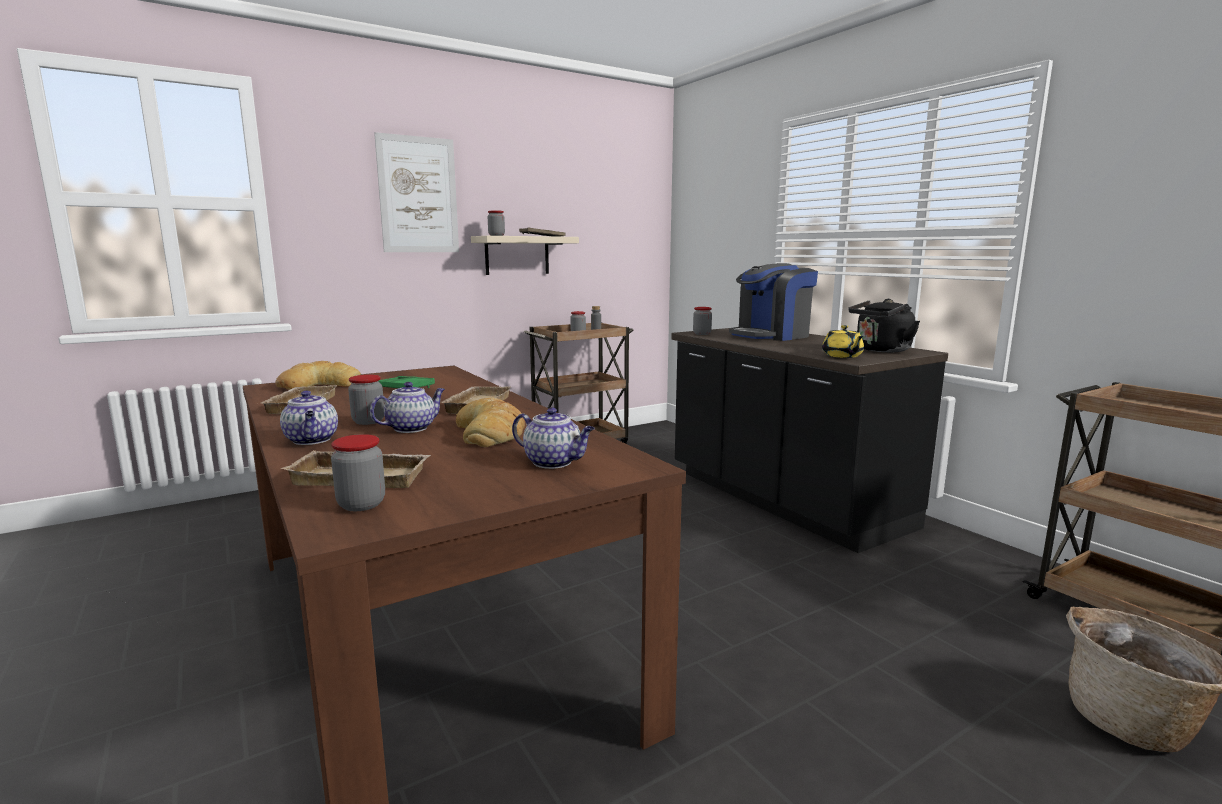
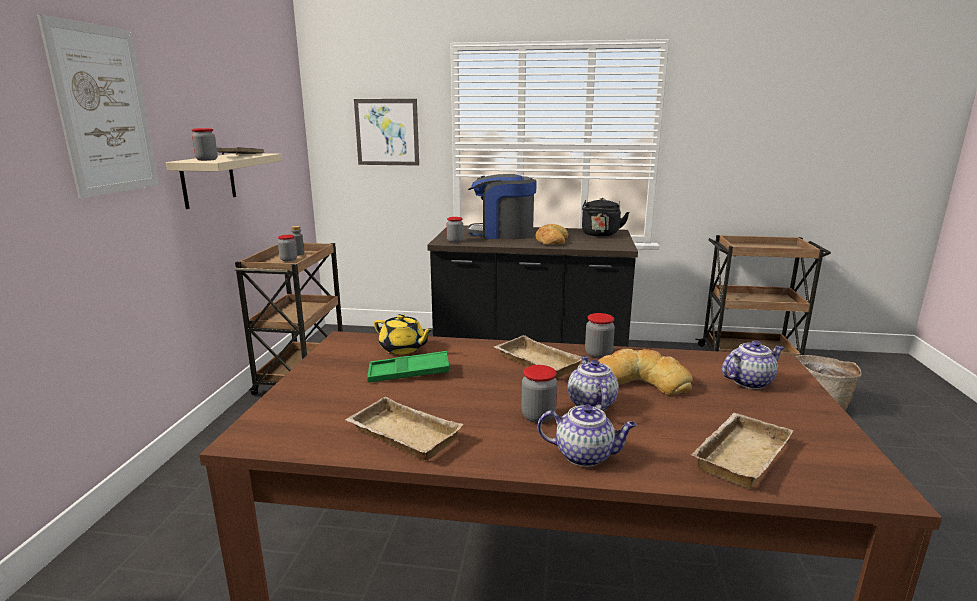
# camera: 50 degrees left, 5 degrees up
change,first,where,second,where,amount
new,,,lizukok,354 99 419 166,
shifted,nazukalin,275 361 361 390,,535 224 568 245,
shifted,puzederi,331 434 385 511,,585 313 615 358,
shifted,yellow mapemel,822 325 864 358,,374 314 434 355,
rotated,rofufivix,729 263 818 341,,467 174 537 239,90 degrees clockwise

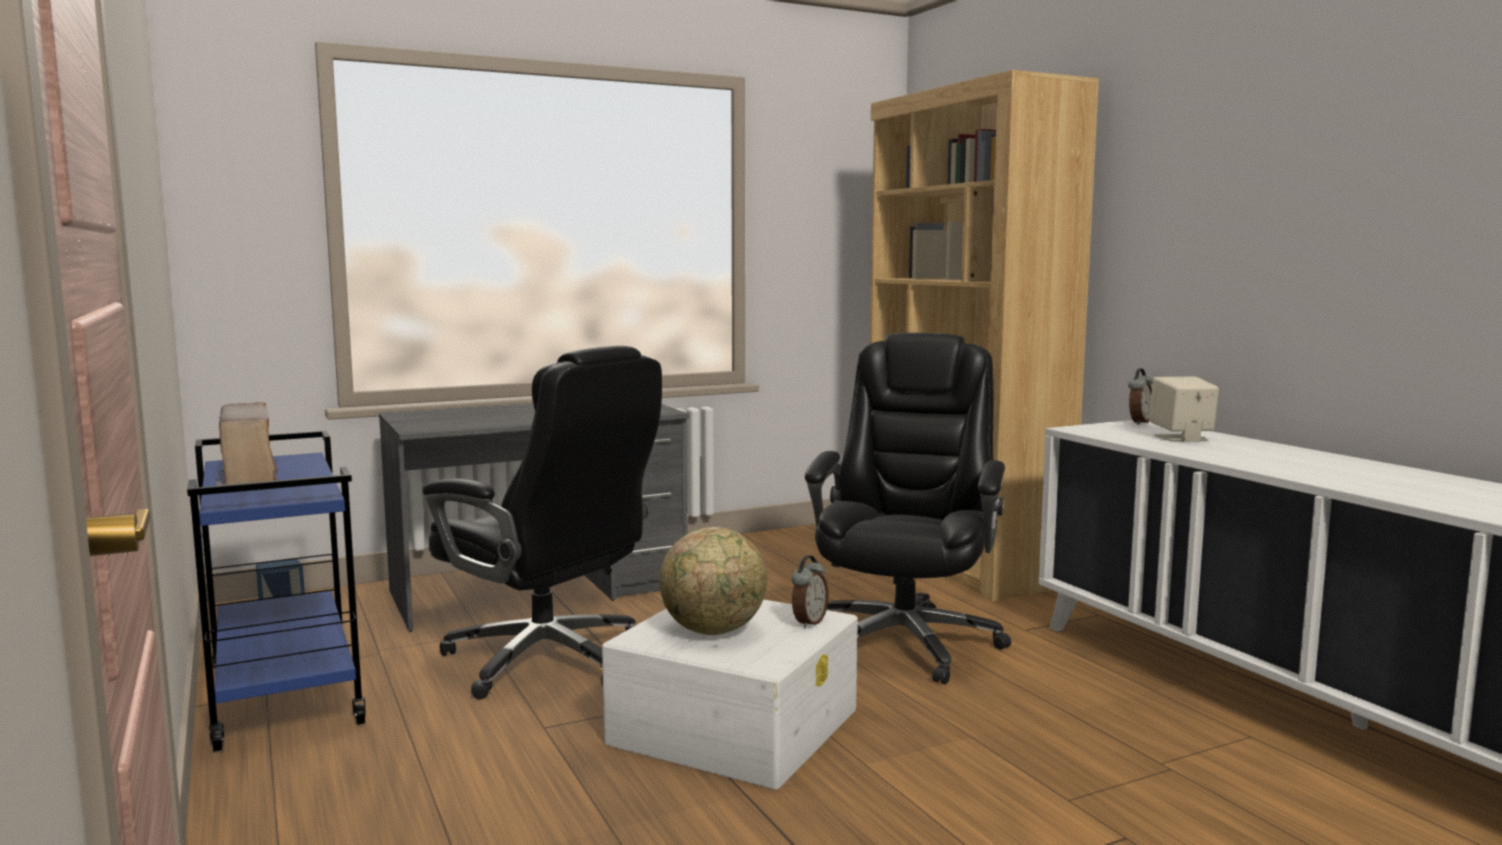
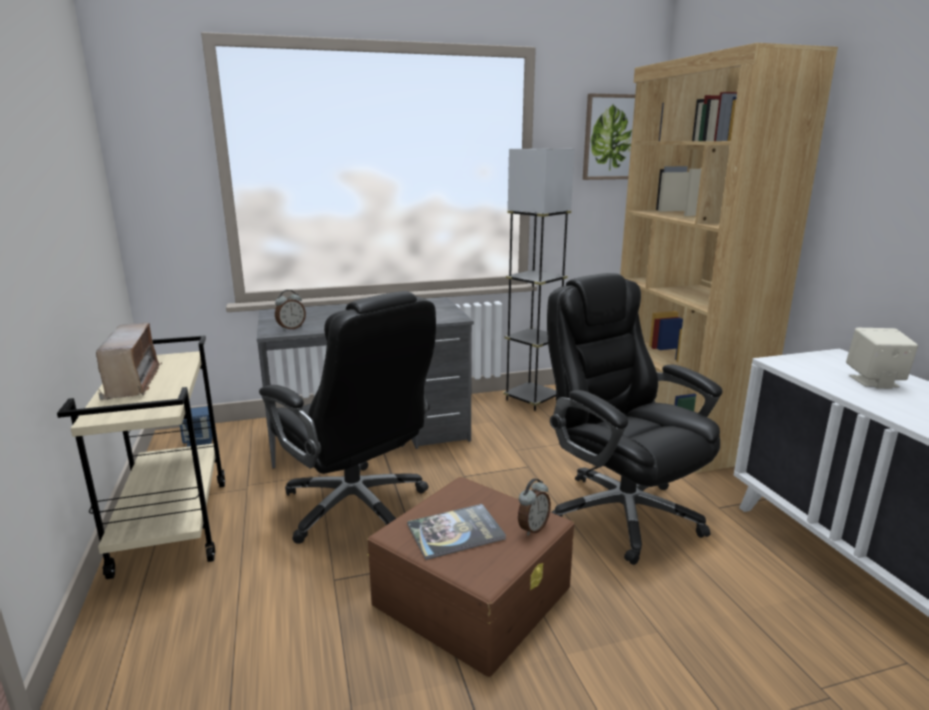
# camera: 10 degrees right, 10 degrees up
change,first,where,second,where,amount
new,,,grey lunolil,503 149 574 411,
new,,,lizukok,583 93 635 180,
shifted,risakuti,1128 368 1153 425,,275 290 306 331,
swapped,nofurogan,660 527 767 635,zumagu,407 504 506 560,
repainted,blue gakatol,187 431 366 752,beige gakatol,57 335 225 579,
repainted,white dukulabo,600 599 858 789,brown dukulabo,367 476 574 677,
rotated,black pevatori,805 333 1011 684,,547 273 723 565,60 degrees counterclockwise

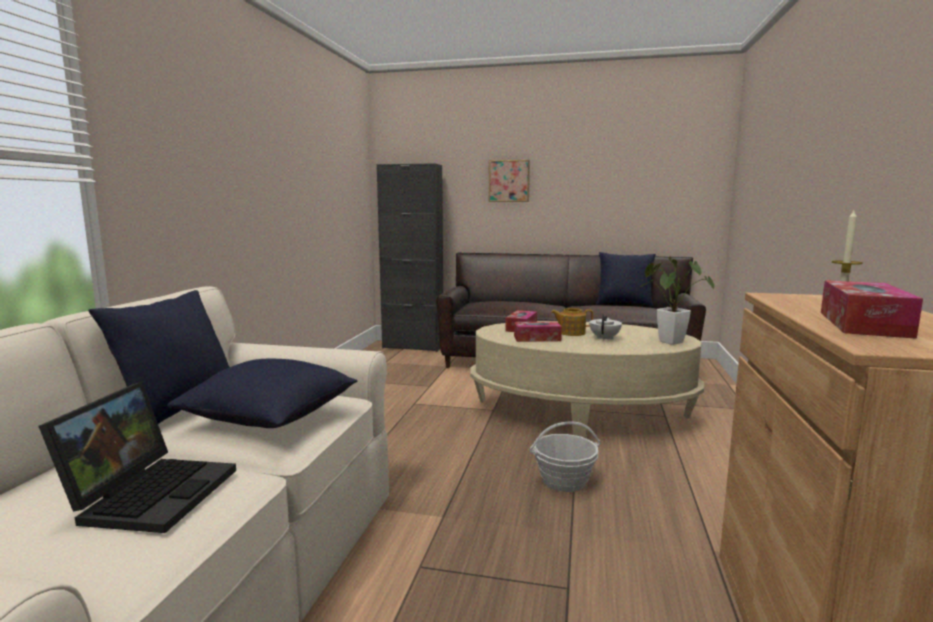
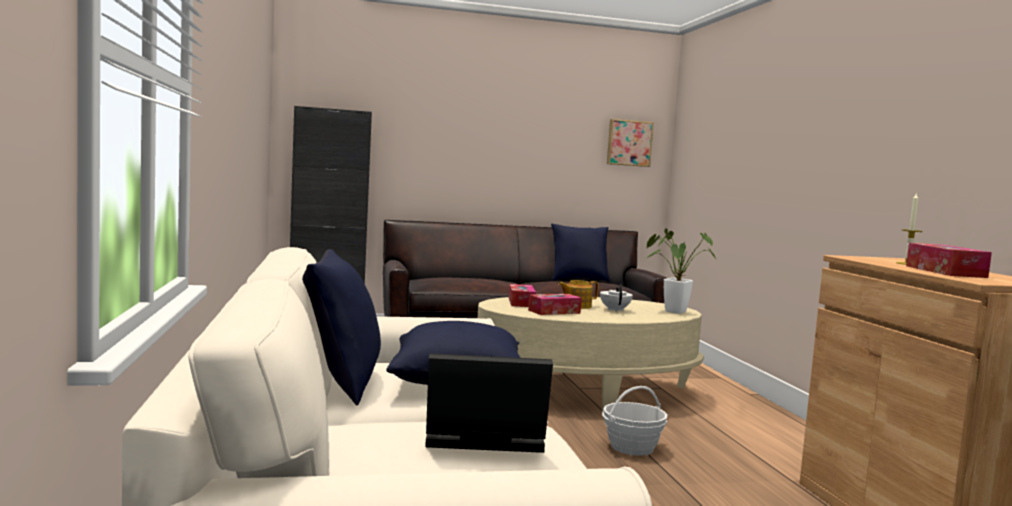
# camera: 25 degrees left, 5 degrees down
change,first,where,second,where,amount
shifted,lizukok,489 160 530 202,,607 119 654 167,
rotated,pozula,39 382 236 533,,425 353 553 453,75 degrees counterclockwise

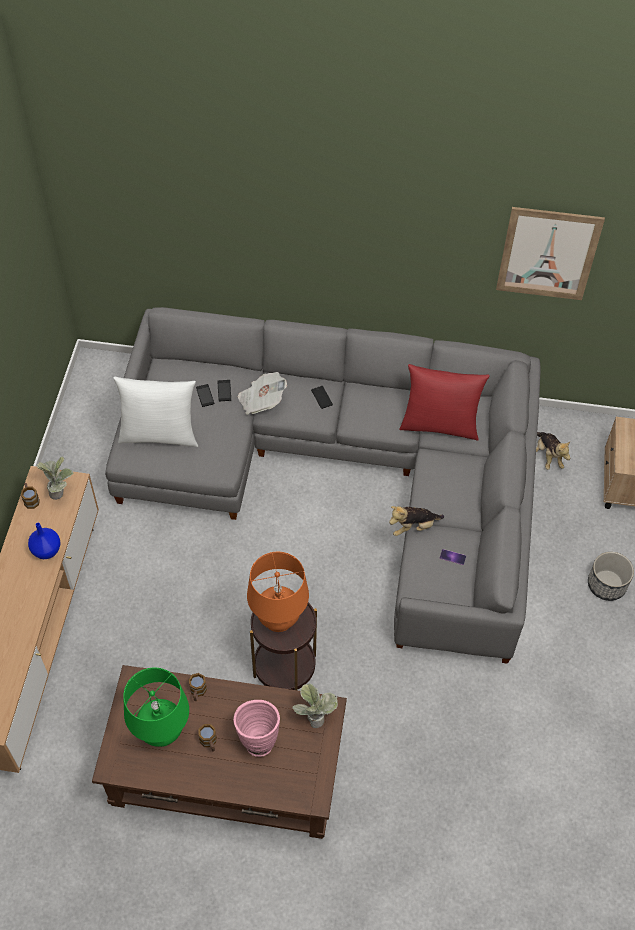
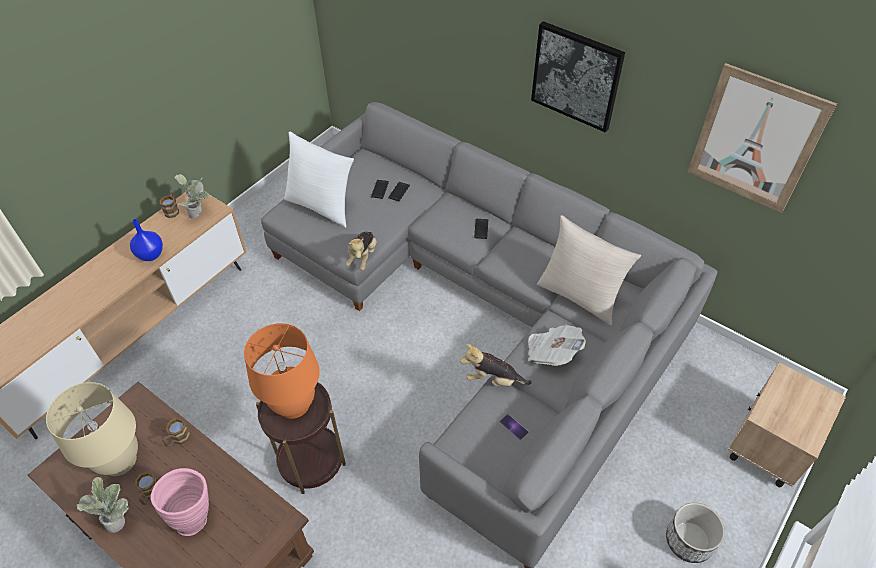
# camera: 30 degrees right, 5 degrees down
change,first,where,second,where,amount
new,,,lizukok,531 21 625 133,
shifted,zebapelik,238 372 287 415,,528 325 586 366,
shifted,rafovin,293 684 338 728,,75 477 129 533,
shifted,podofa,536 432 570 470,,346 232 377 270,
repainted,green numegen,123 668 189 747,beige numegen,46 382 138 476,
repainted,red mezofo,399 364 490 441,beige mezofo,537 215 641 326,

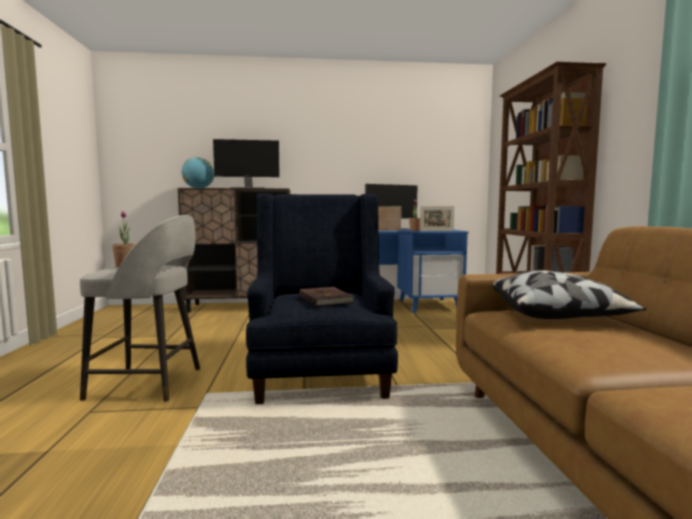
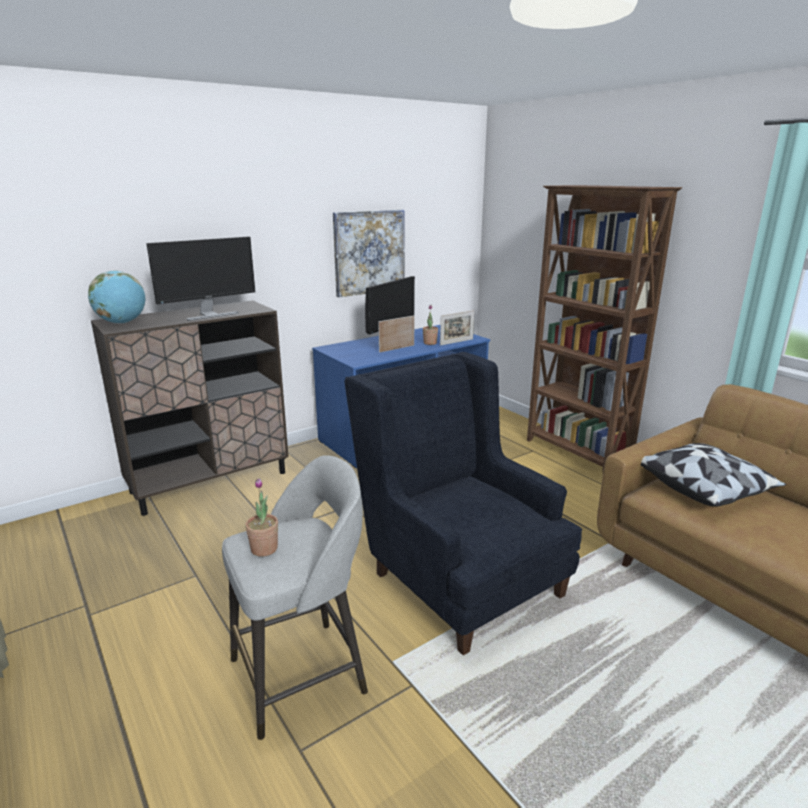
# camera: 30 degrees left, 15 degrees up
change,first,where,second,where,amount
gone,brown zumagu,300 287 354 306,,,
new,,,lizukok,333 210 404 297,

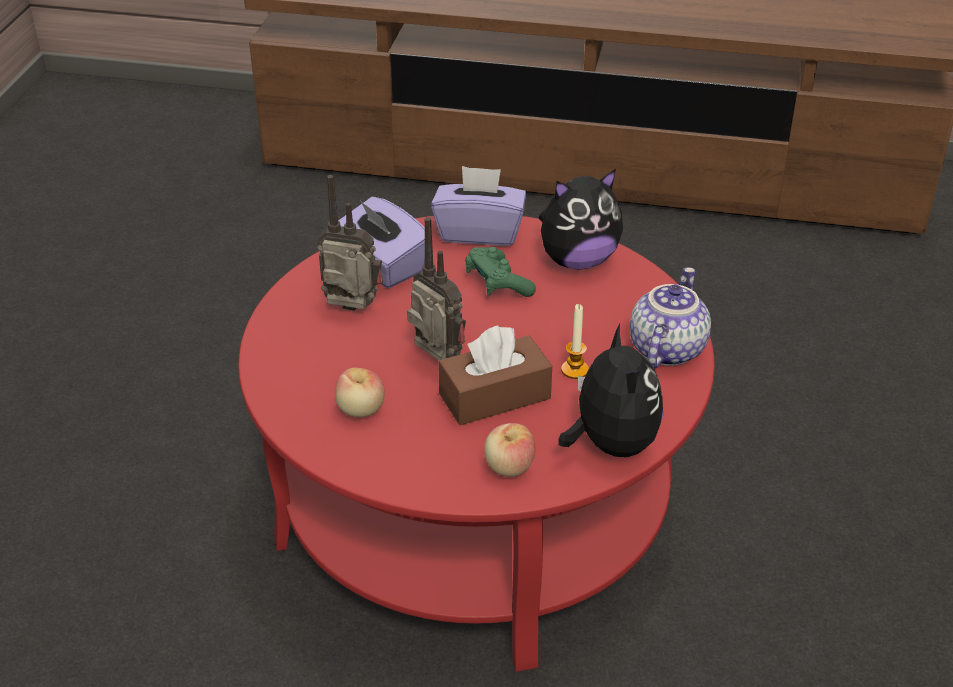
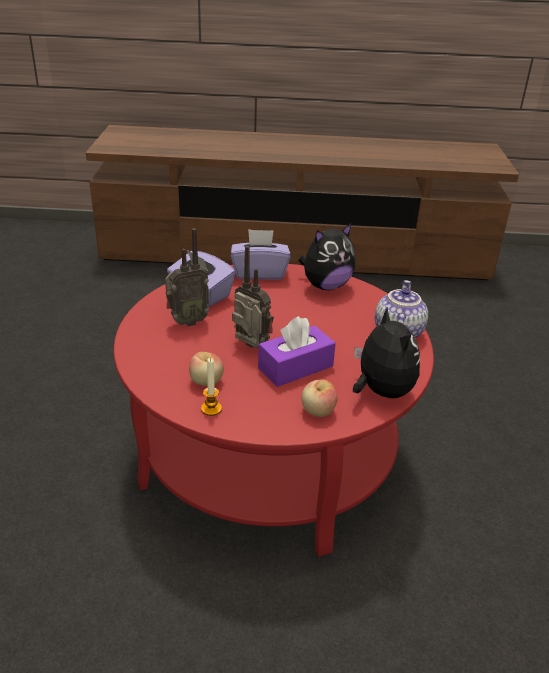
# camera: 10 degrees left, 5 degrees down
change,first,where,second,where,amount
gone,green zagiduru,465 247 536 297,,,
shifted,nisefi,561 304 589 379,,201 358 222 416,
repainted,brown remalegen,438 325 552 425,purple remalegen,258 316 336 387,
rotated,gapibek,317 175 383 311,,165 228 210 326,150 degrees clockwise

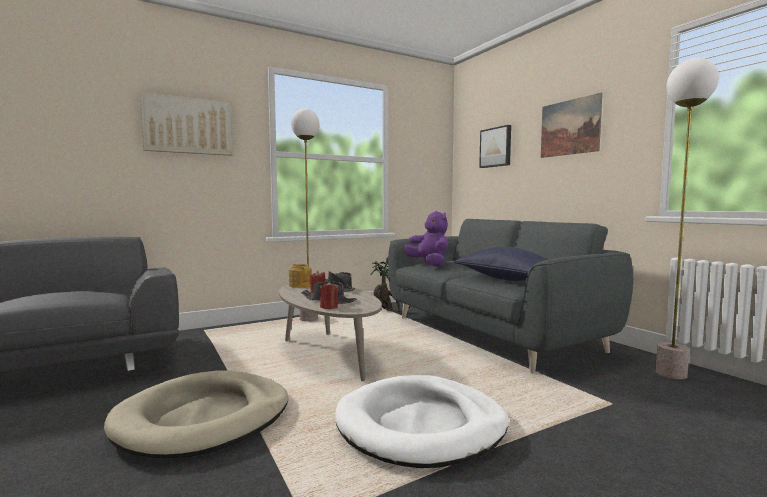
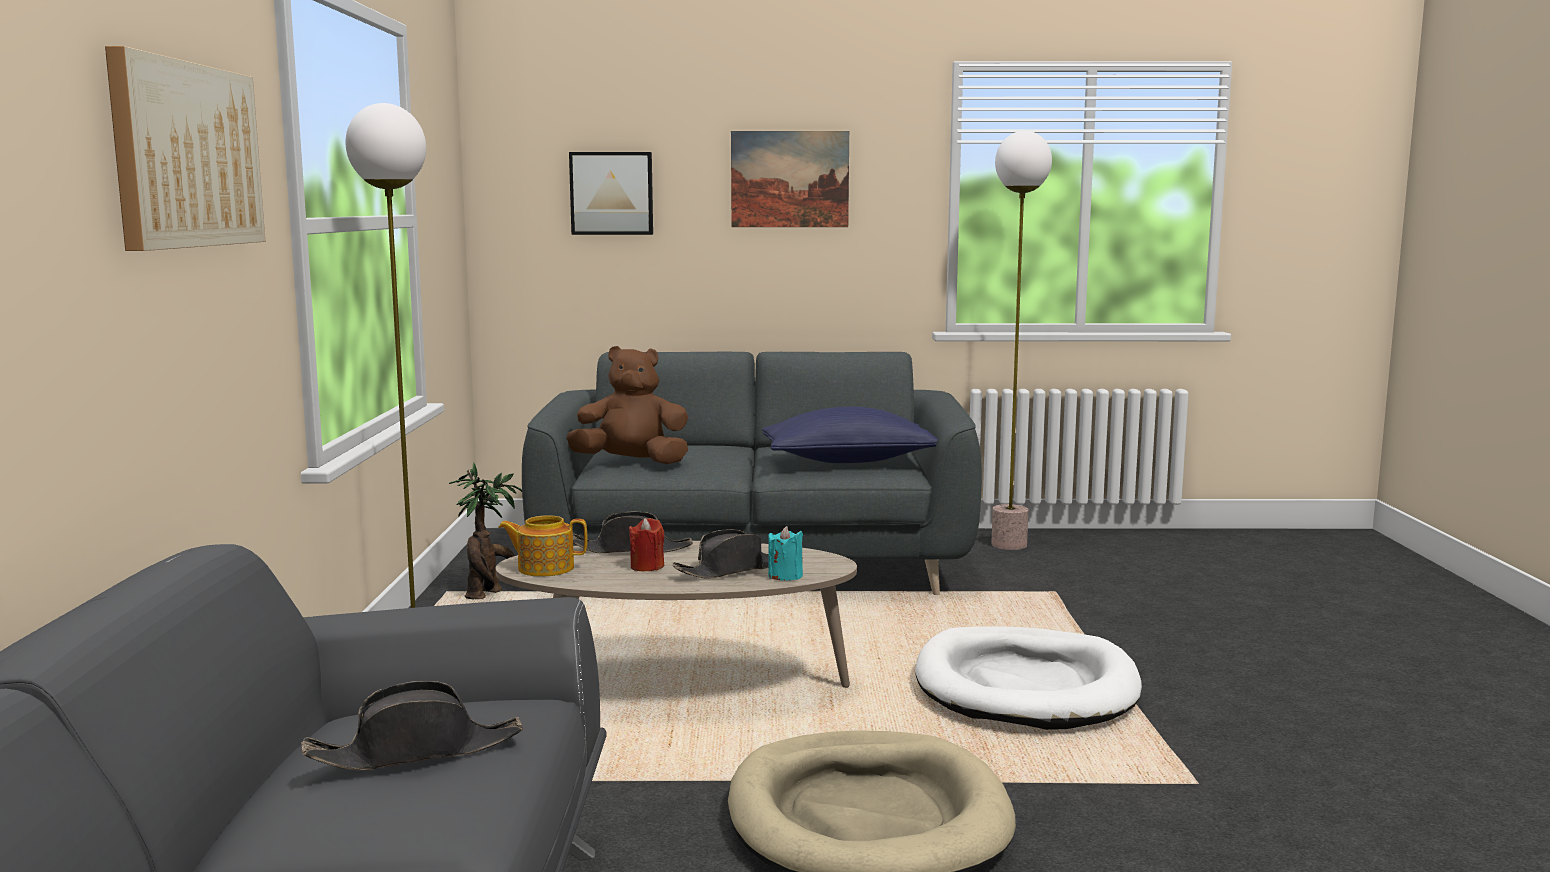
# camera: 60 degrees left, 5 degrees up
change,first,where,second,where,amount
new,,,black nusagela,301 681 523 770,
repainted,red nisefi,320 281 338 309,turquoise nisefi,768 526 803 581,
repainted,purple podofa,404 211 448 267,brown podofa,567 346 688 464,

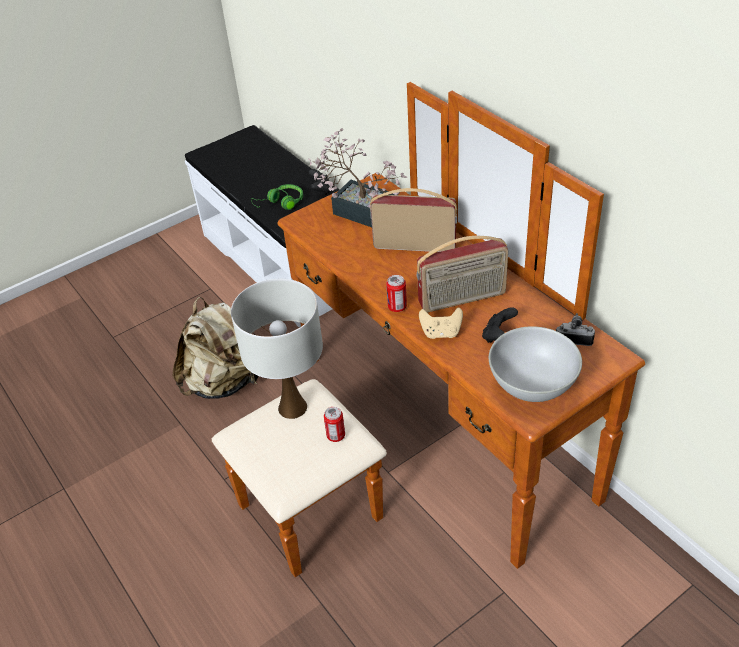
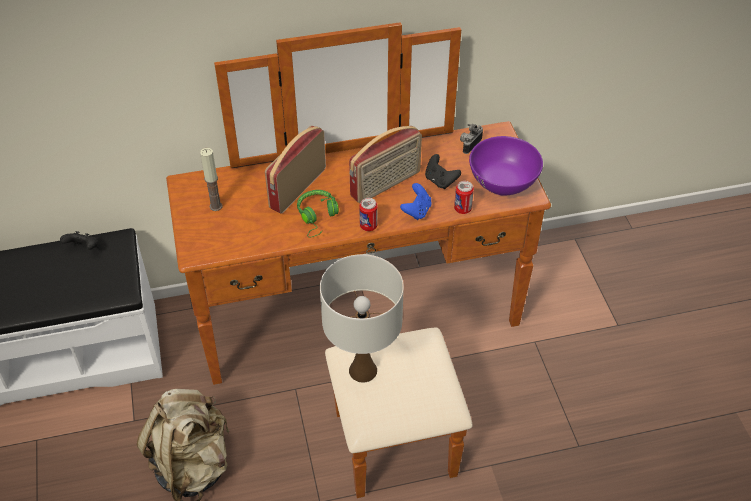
# camera: 70 degrees left, 5 degrees up
change,first,where,second,where,amount
shifted,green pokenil,251 184 303 210,,297 190 339 237,
shifted,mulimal,324 407 345 442,,454 181 474 214,
swapped,rafovin,308 128 407 227,nisefi,200 148 222 211,
repainted,beige zagiduru,419 307 463 339,blue zagiduru,400 183 432 220,
repainted,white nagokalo,489 326 582 402,purple nagokalo,469 136 543 196,
rotated,gapibek,417 236 508 313,,349 126 422 203,45 degrees clockwise

